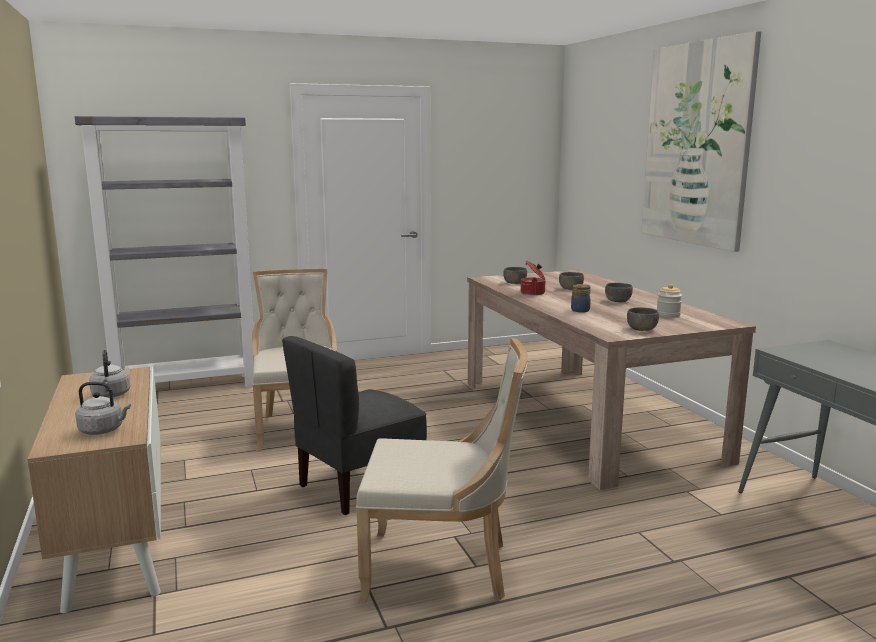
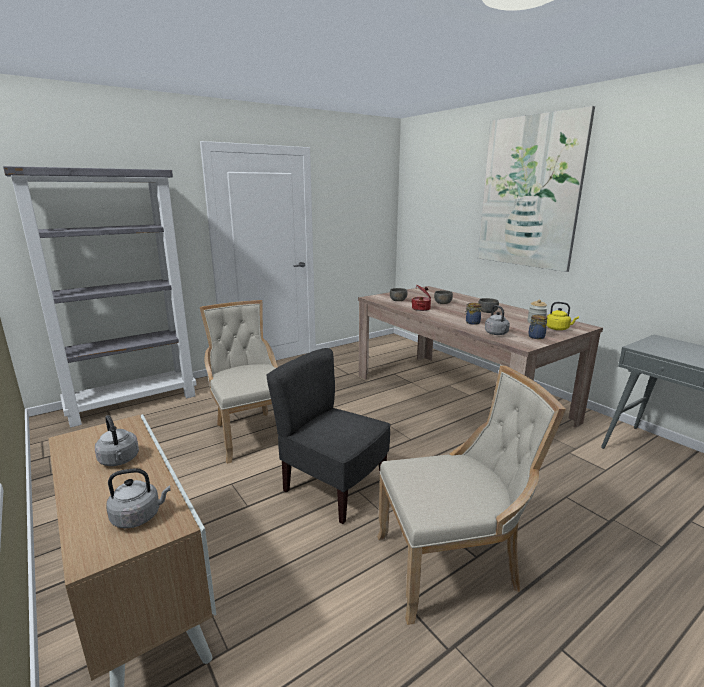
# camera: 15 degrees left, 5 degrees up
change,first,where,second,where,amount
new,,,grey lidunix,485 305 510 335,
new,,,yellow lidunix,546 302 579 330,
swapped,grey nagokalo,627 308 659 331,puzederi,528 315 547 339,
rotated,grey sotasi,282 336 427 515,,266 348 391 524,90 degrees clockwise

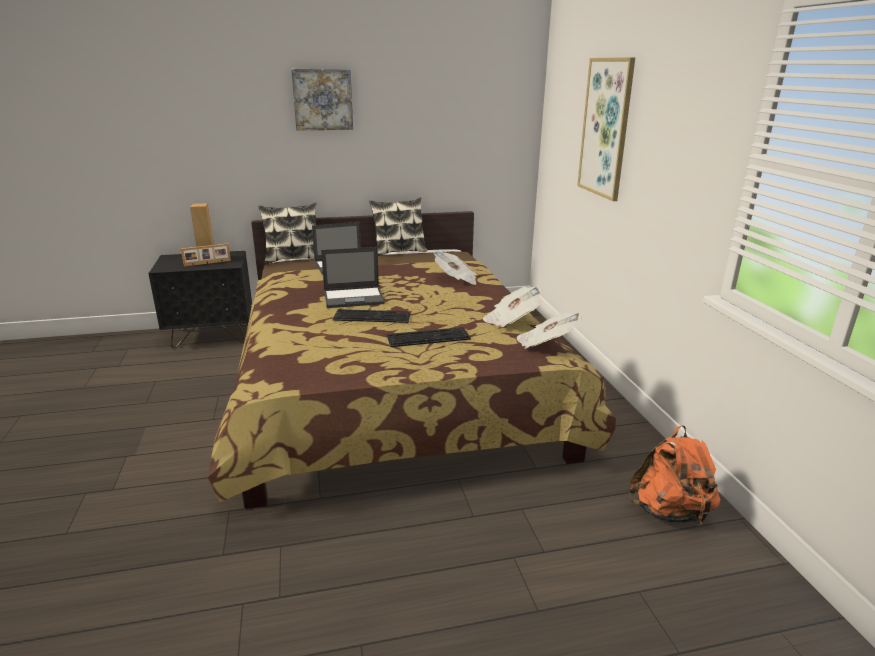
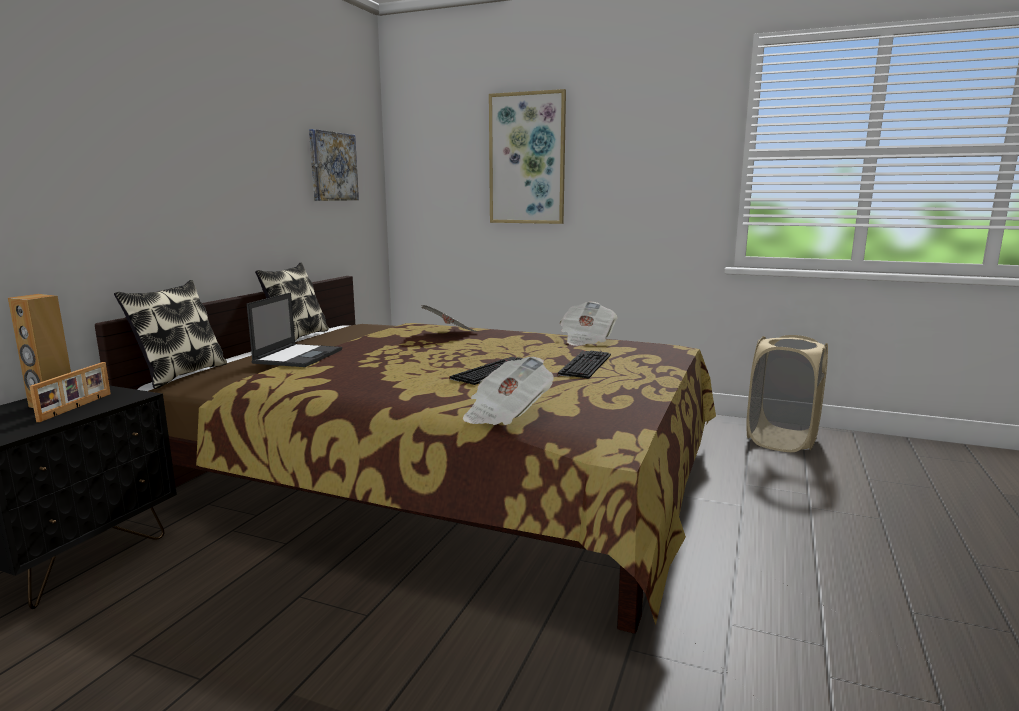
# camera: 55 degrees left, 10 degrees down
change,first,where,second,where,amount
gone,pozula,321 247 385 308,,,
shifted,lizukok,291 69 353 130,,309 129 359 201,
shifted,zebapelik,516 311 582 349,,463 357 554 425,
swapped,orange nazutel,629 425 721 526,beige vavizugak,746 335 828 452,

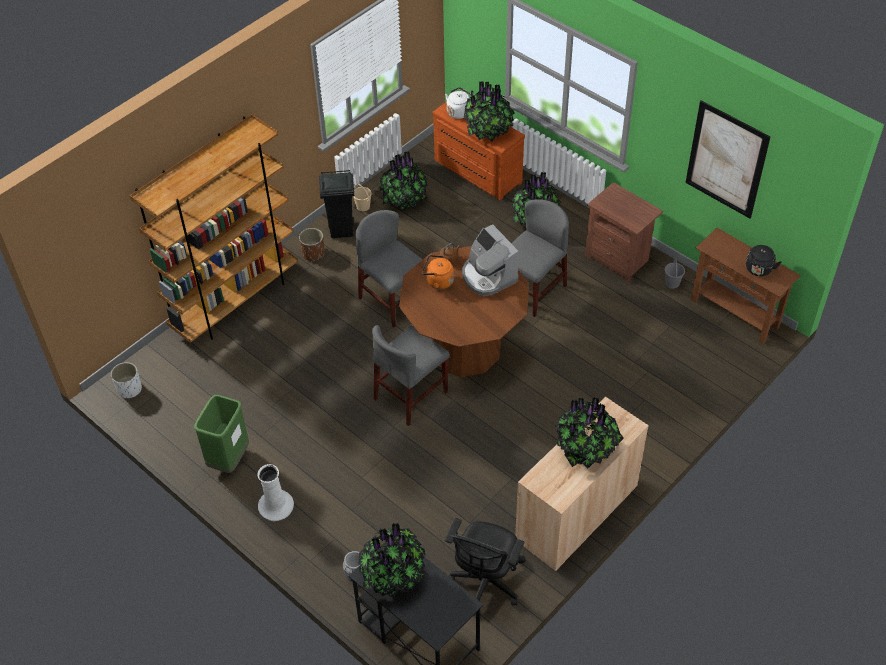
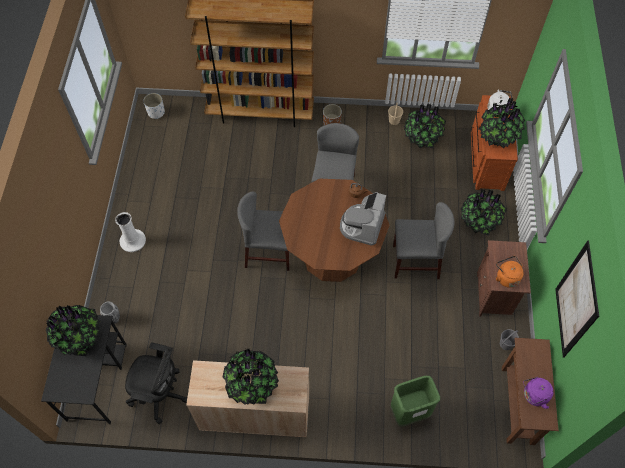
# camera: 50 degrees right, 10 degrees up
change,first,where,second,where,amount
gone,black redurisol,319 170 354 238,,,
shifted,green redurisol,194 395 249 473,,390 376 440 427,
shifted,orange lidunix,422 255 454 289,,496 256 524 288,
repainted,black lidunix,746 245 781 276,purple lidunix,523 377 553 409,
rotated,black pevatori,445 518 526 615,,125 342 187 424,150 degrees counterclockwise

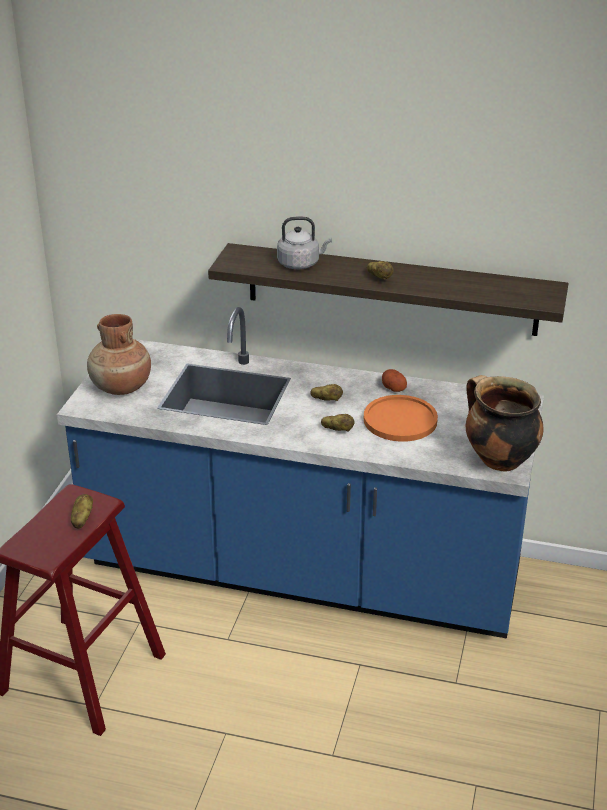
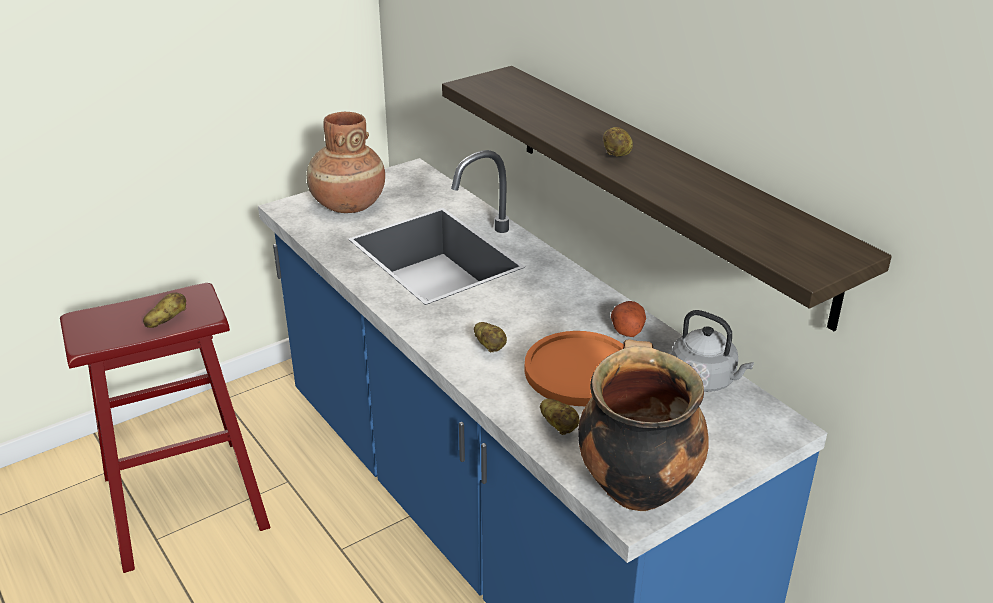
# camera: 40 degrees right, 0 degrees up
change,first,where,second,where,amount
shifted,grey lidunix,277 217 332 269,,672 310 754 392,
shifted,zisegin,310 384 343 401,,540 399 580 435,

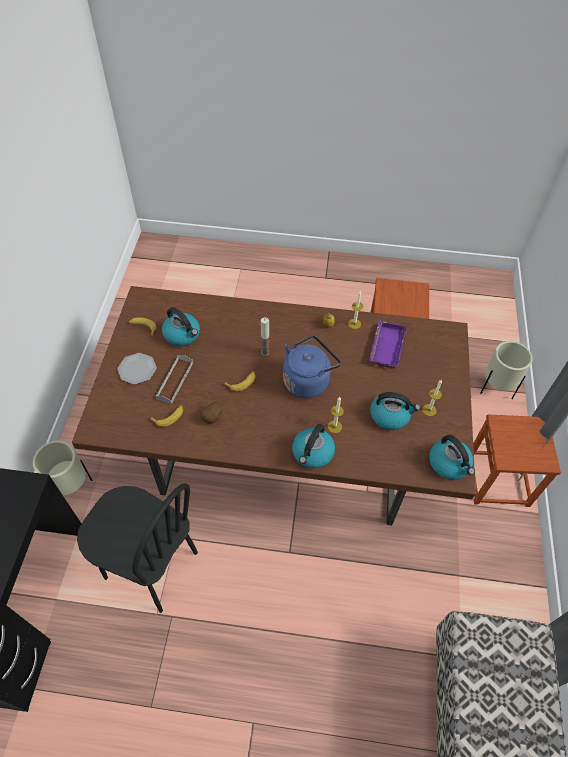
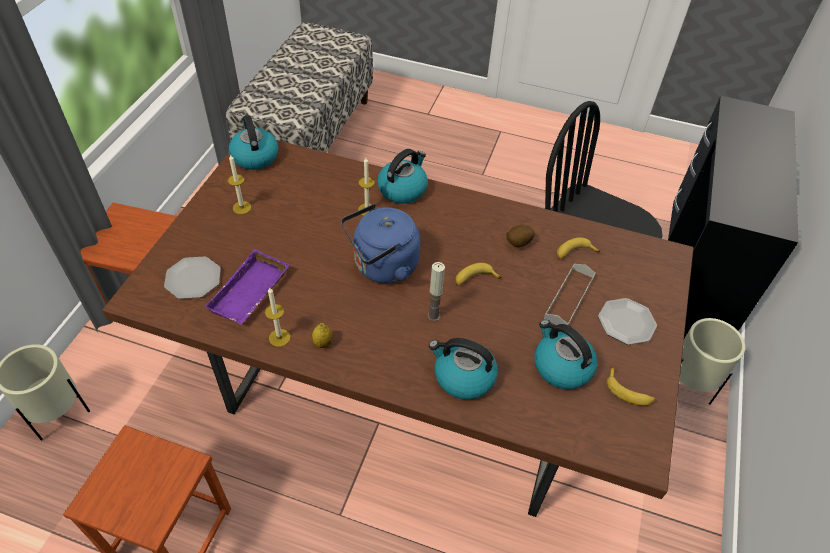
# camera: 170 degrees left, 5 degrees down
change,first,where,second,where,amount
new,,,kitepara,164 257 221 299,
shifted,lidunix,370 392 420 430,,429 338 498 400,

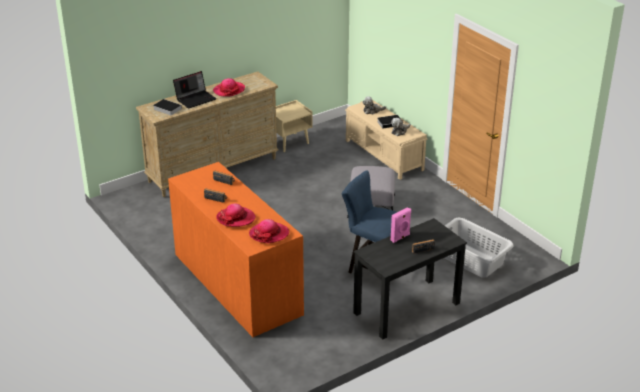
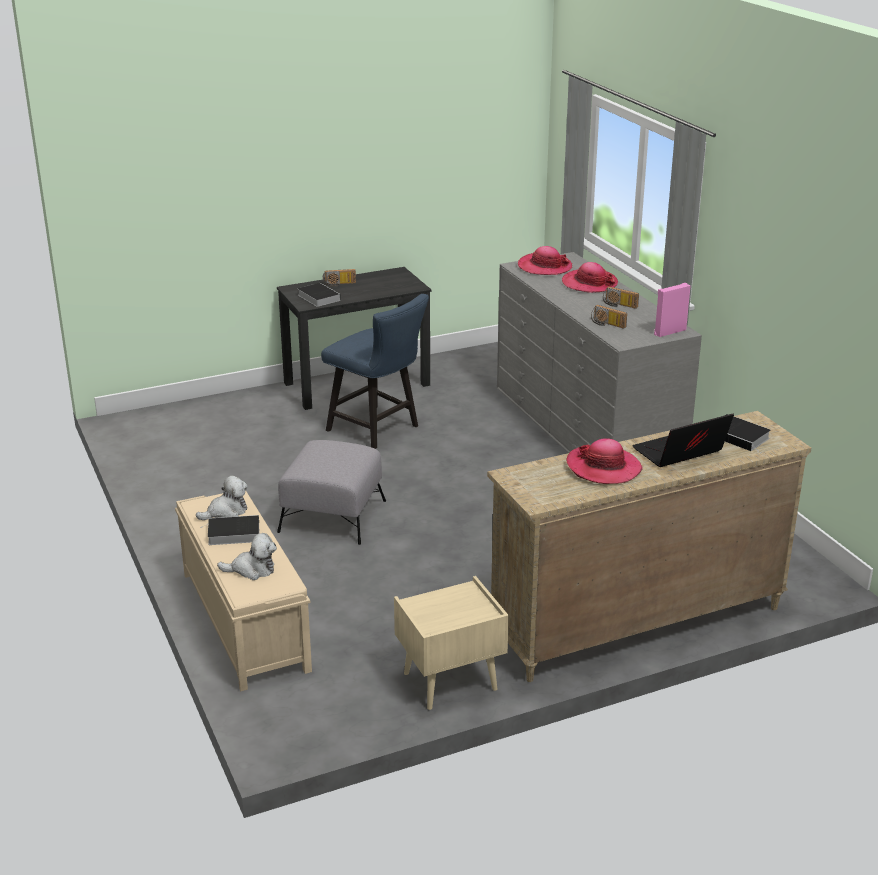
# camera: 170 degrees left, 5 degrees down
change,first,where,second,where,amount
gone,grey vavizugak,444 218 513 278,,,
new,,,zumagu,298 283 341 307,
shifted,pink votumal,391 207 411 243,,654 283 690 337,
repainted,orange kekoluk,168 162 304 337,grey kekoluk,497 252 702 453,

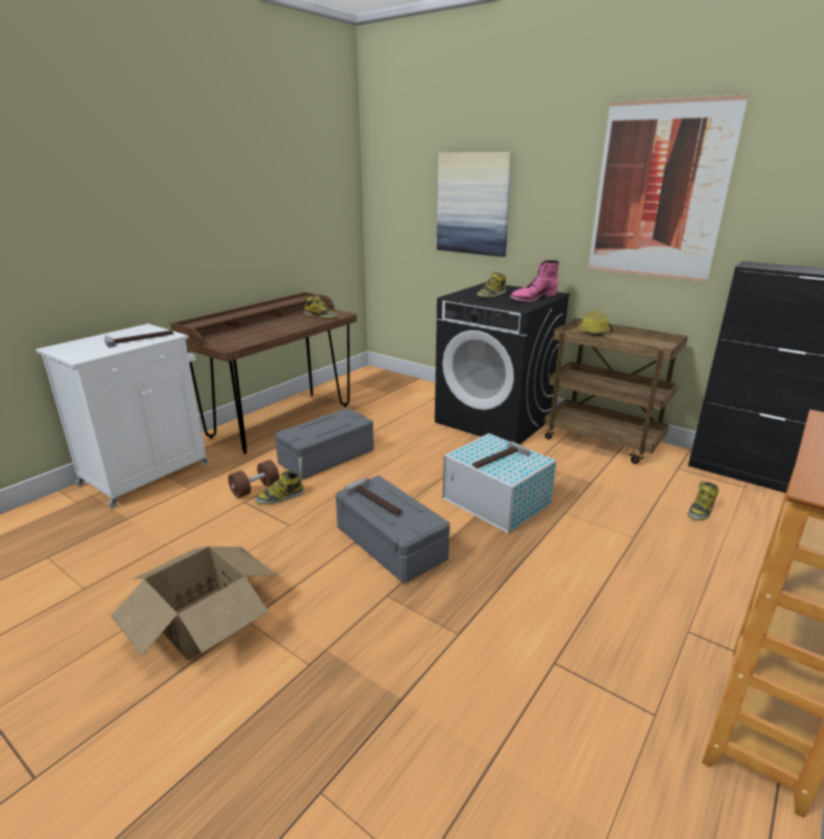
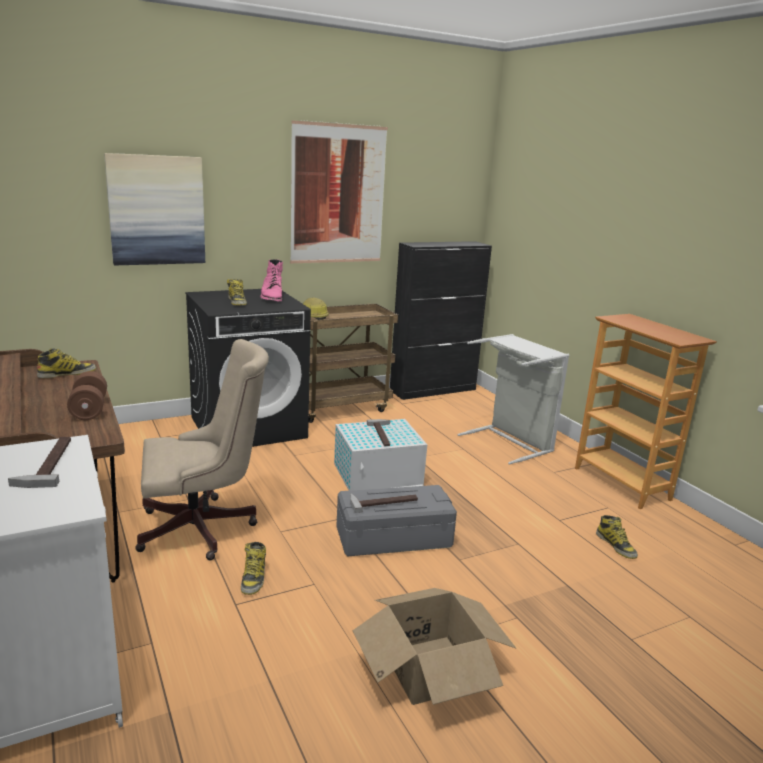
# camera: 65 degrees left, 5 degrees down
change,first,where,second,where,amount
new,,,grey vavizugak,458 334 569 465,
shifted,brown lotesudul,228 460 279 498,,67 371 107 420,
shifted,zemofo,688 481 719 521,,596 515 638 559,
swapped,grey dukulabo,275 408 374 480,beige pevatori,135 339 269 560,

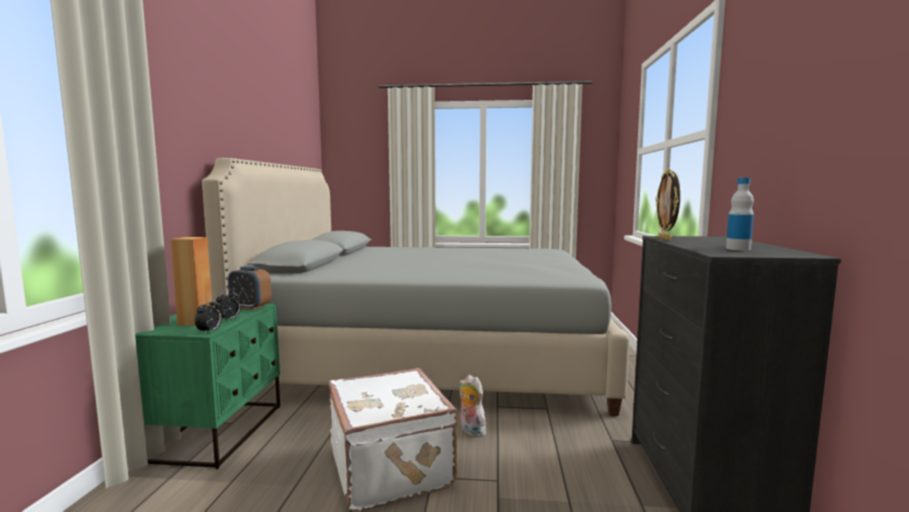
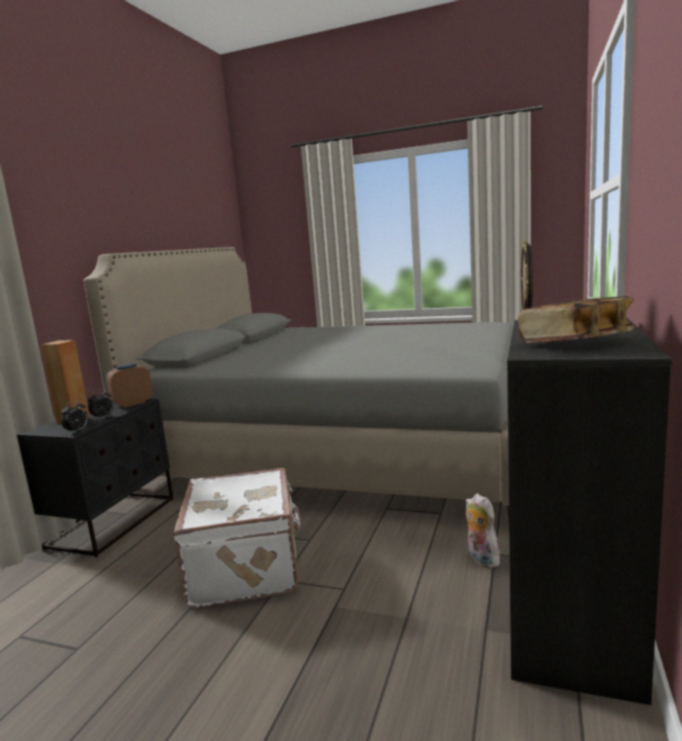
# camera: 15 degrees right, 5 degrees up
change,first,where,second,where,amount
shifted,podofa,459 375 490 437,,465 494 500 568,
swapped,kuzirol,726 178 754 250,zumagu,518 296 635 343,
repainted,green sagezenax,135 303 280 469,black sagezenax,17 398 174 557,
rotated,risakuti,228 266 272 310,,106 363 152 408,105 degrees clockwise

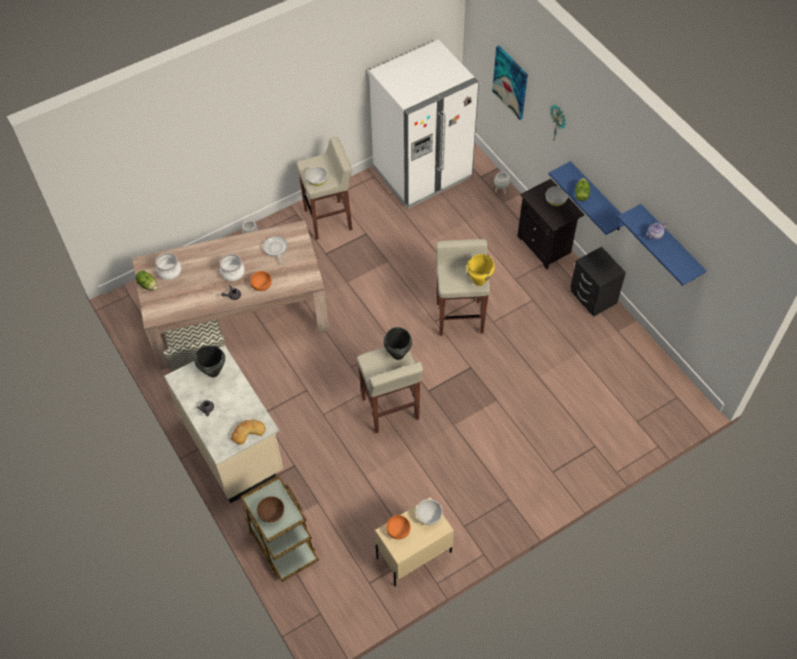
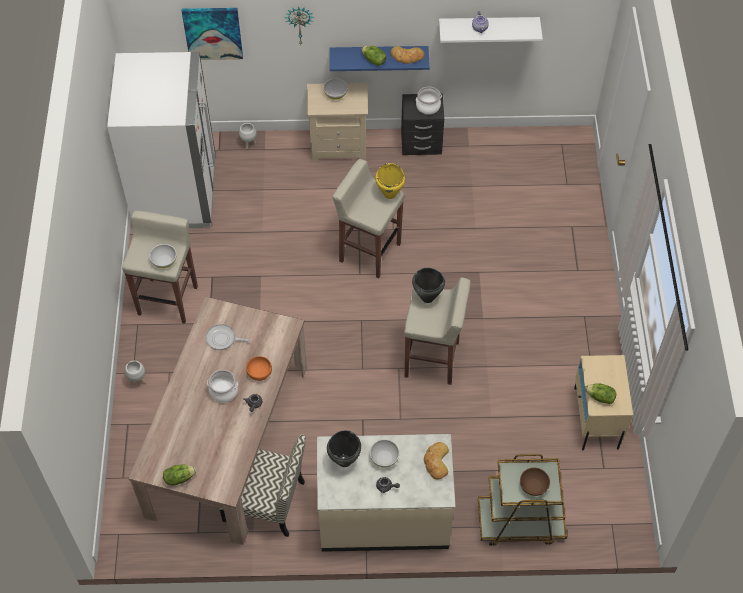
# camera: 60 degrees left, 0 degrees up
change,first,where,second,where,amount
new,,,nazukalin,391 46 425 64,
shifted,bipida,155 253 181 280,,416 86 442 115,
shifted,white nagokalo,416 499 443 525,,370 439 400 468,
swapped,orange nagokalo,386 515 411 539,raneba,585 383 616 404,
repainted,black sagezenax,517 179 585 269,beige sagezenax,307 83 368 160,
repainted,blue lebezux,617 204 707 286,white lebezux,439 17 543 43,

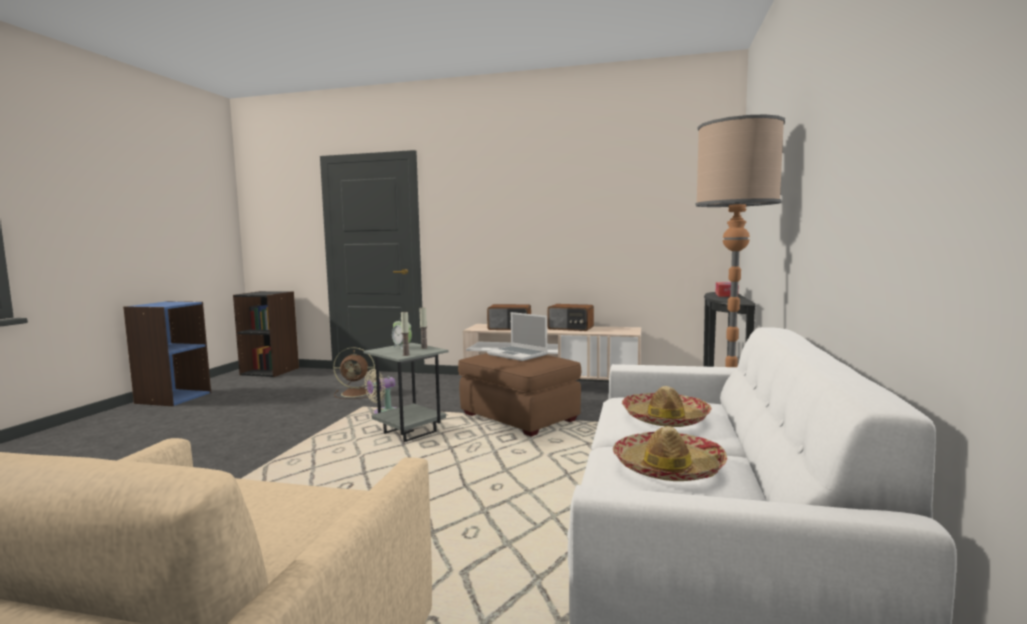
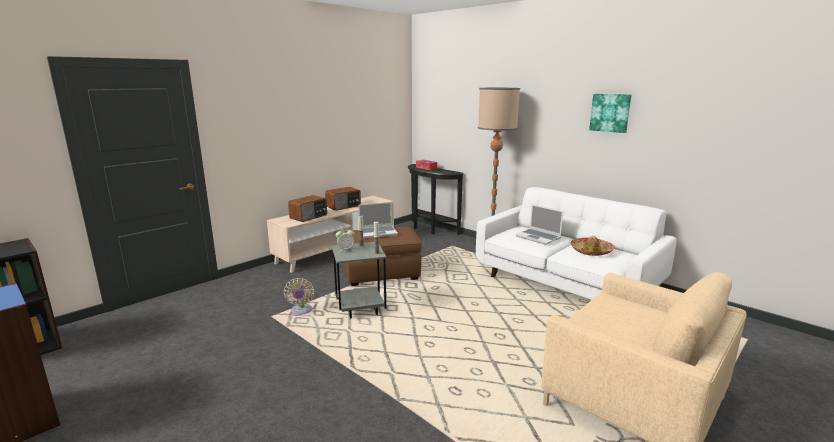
# camera: 60 degrees left, 10 degrees up
change,first,where,second,where,amount
gone,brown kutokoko,333 347 375 399,,,
new,,,lizukok,589 94 631 133,
swapped,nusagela,622 386 711 427,pozula,515 204 563 245,

